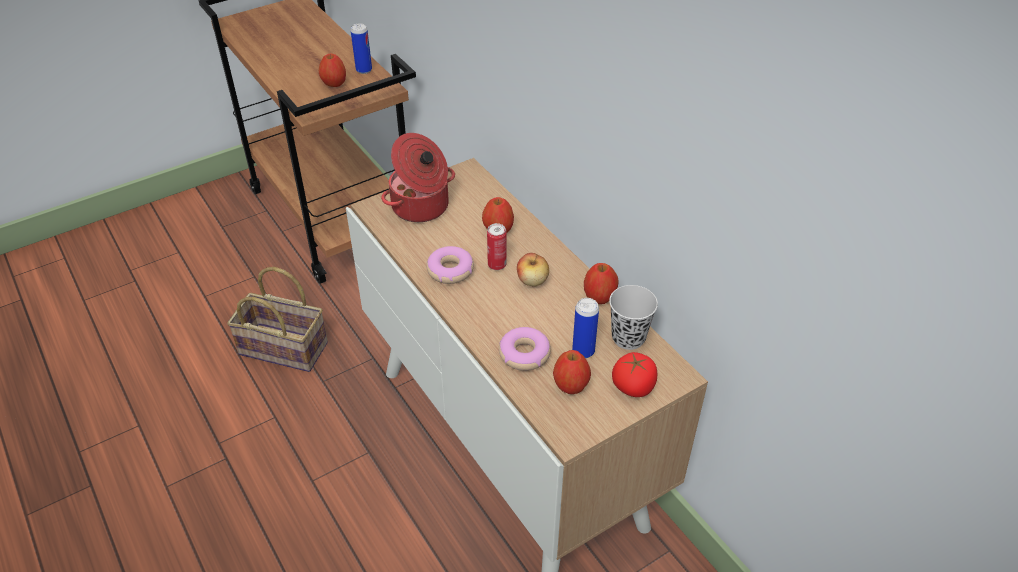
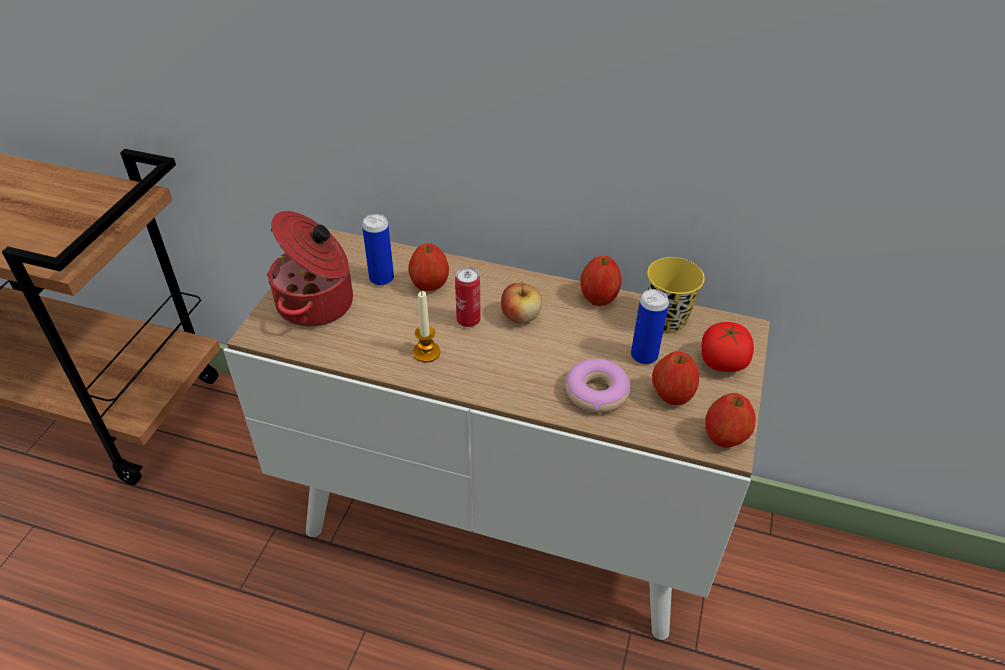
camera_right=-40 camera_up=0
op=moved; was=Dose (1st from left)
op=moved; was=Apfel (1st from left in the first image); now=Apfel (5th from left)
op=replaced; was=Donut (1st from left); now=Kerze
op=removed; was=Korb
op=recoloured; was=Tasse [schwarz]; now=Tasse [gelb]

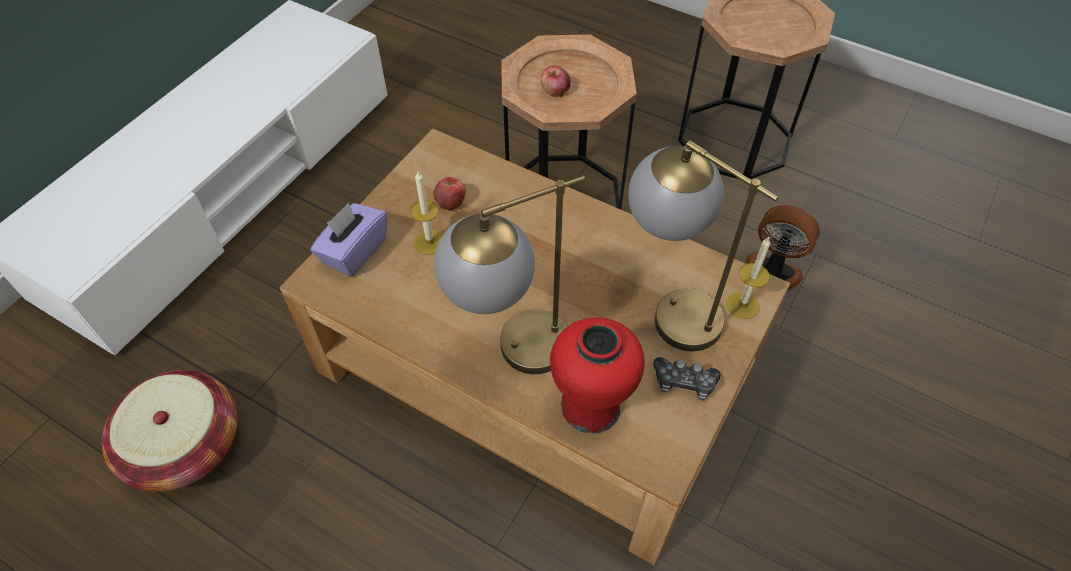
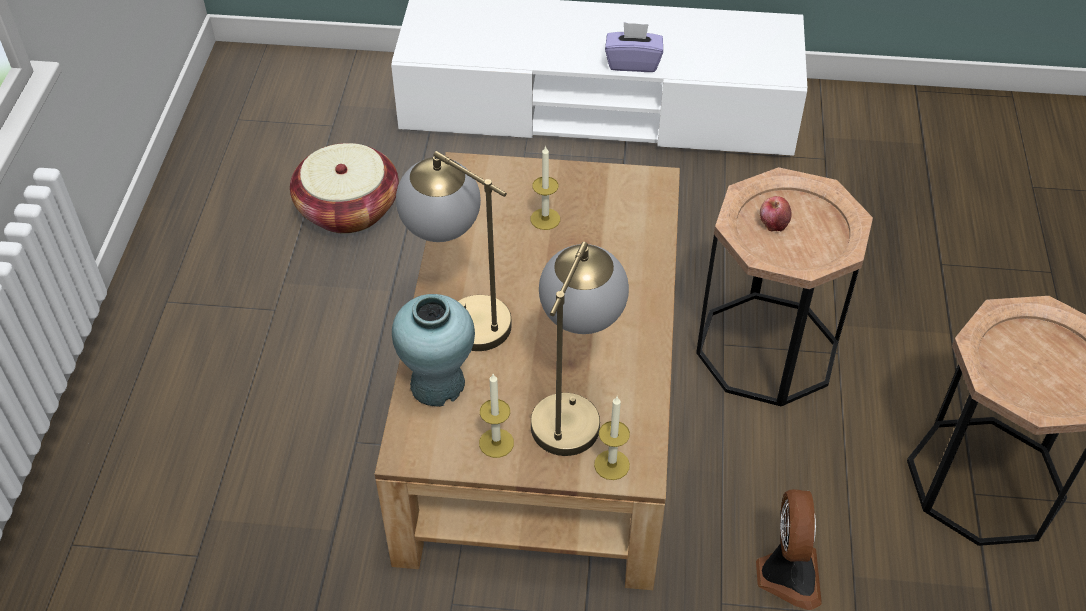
camera_right=65 camera_up=-5
op=removed; was=Apfel (1st from left)
op=moved; was=Taschentuchbox [lila]
op=recoloured; was=Vase [rot]; now=Vase [türkis]
op=replaced; was=Gamepad; now=Kerze (1st from left)

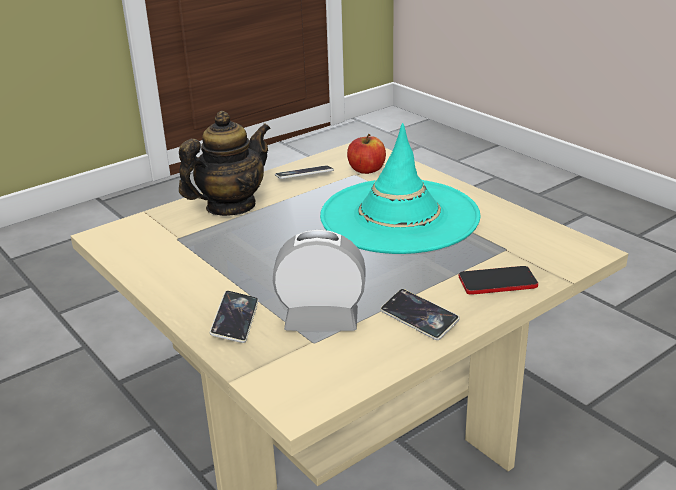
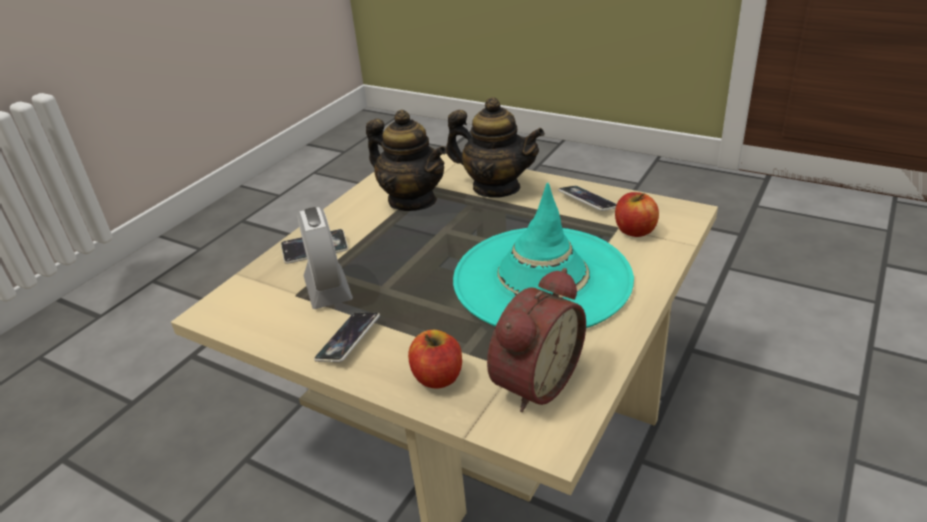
camera_right=70 camera_up=5
op=replaced; was=Handy (4th from left); now=Apfel (1st from left)
op=added; now=Teekanne (1st from left)
op=added; now=Wecker (2nd from left)

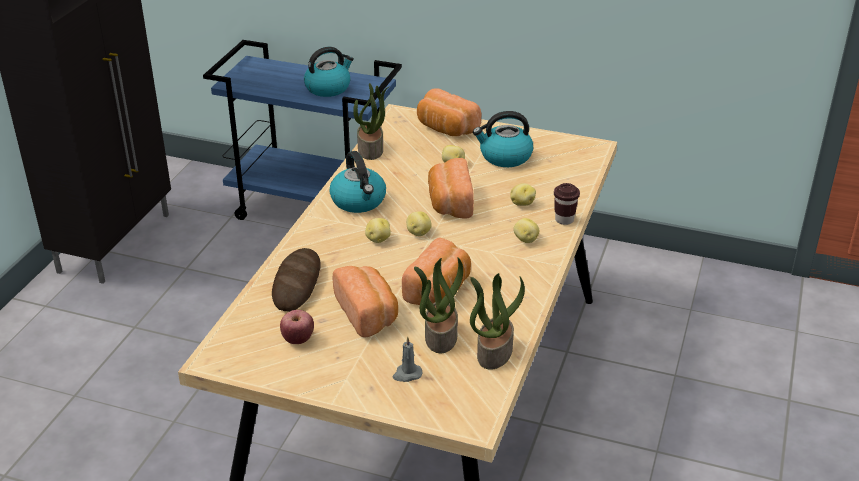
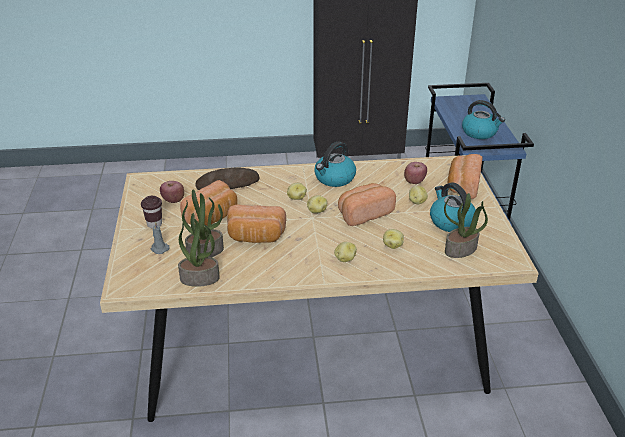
camera_right=65 camera_up=0
op=moved; was=Topfpflanze (1st from left in the first image); now=Topfpflanze (3rd from left)
op=moved; was=Tasse [braun]
op=added; now=Apfel (2nd from left)

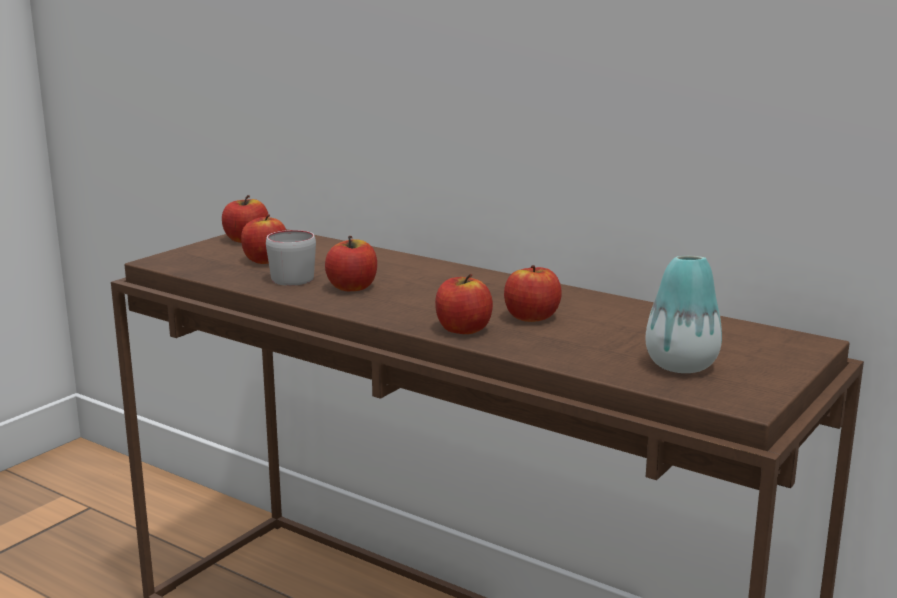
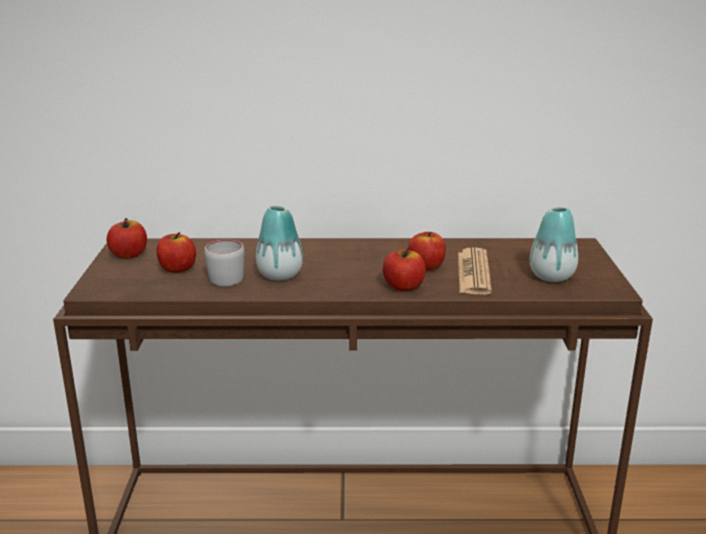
camera_right=-35 camera_up=5
op=replaced; was=Apfel (3rd from left); now=Vase (1st from left)
op=added; now=Zeitung

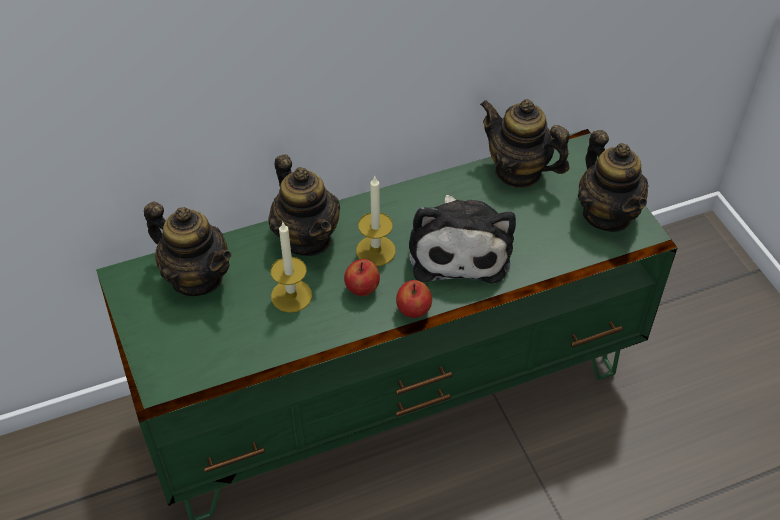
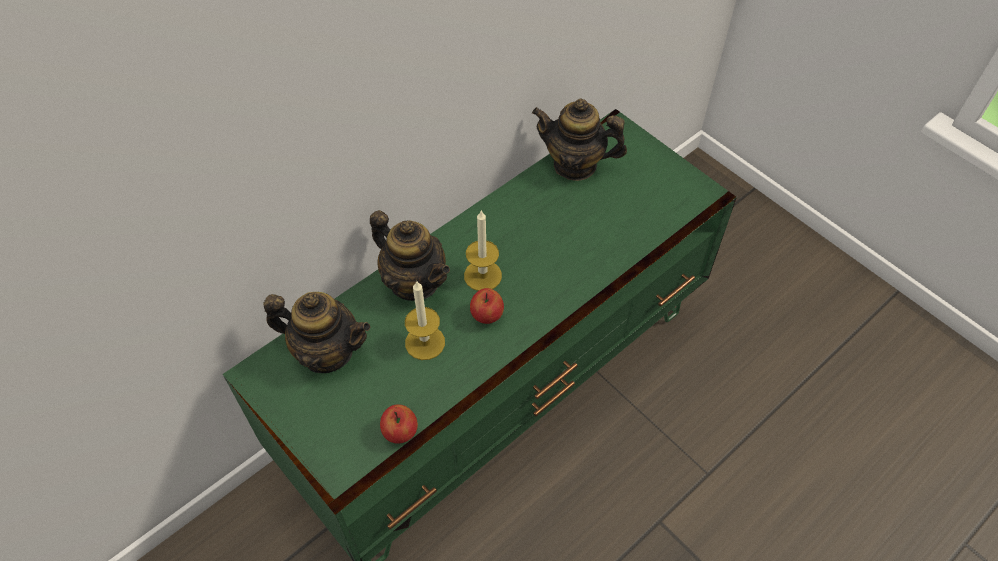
camera_right=-20 camera_up=5
op=removed; was=Teekanne (4th from left)
op=removed; was=Plüschtier
op=moved; was=Apfel (2nd from left in the first image); now=Apfel (1st from left)

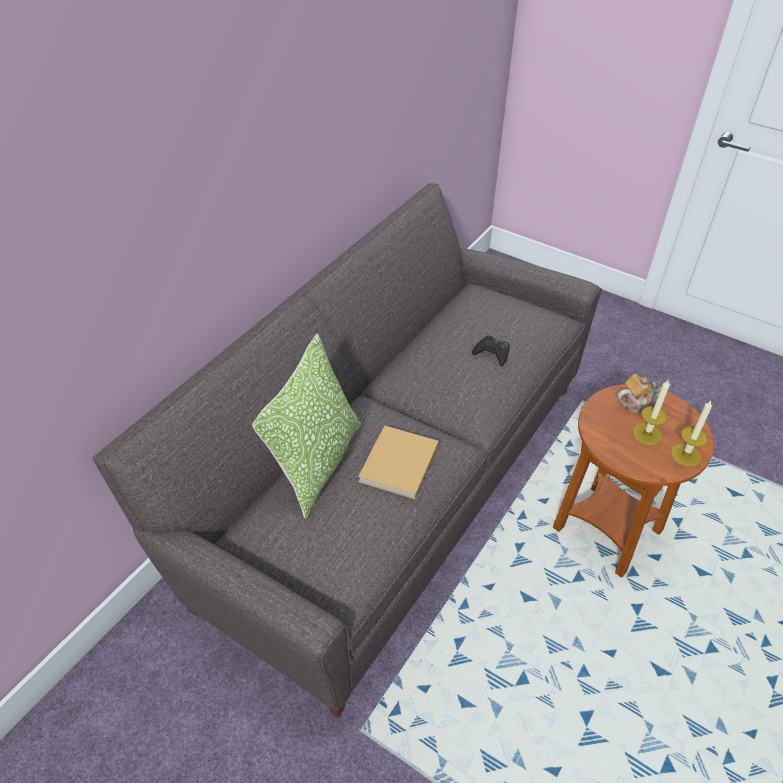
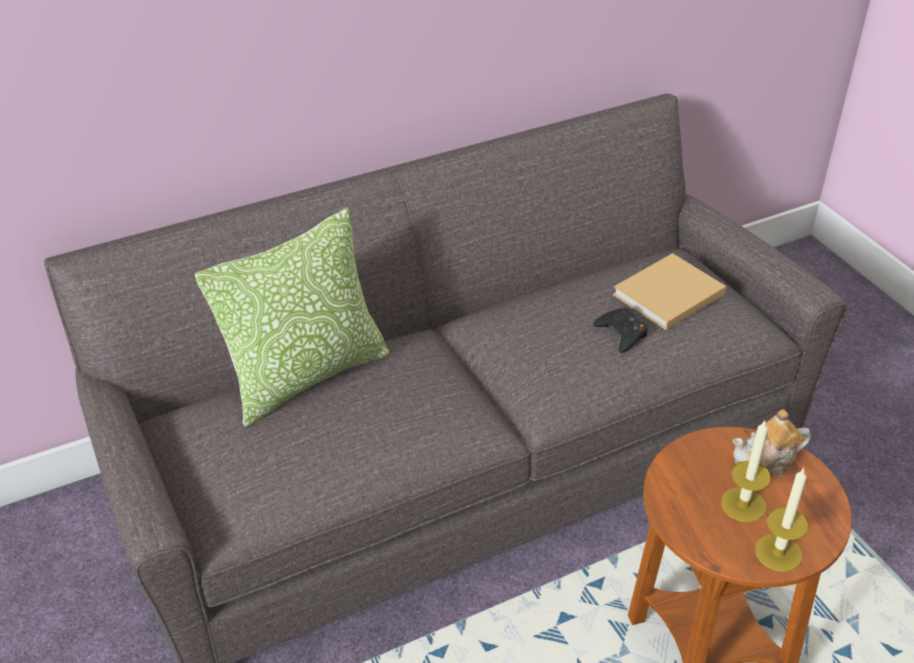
camera_right=30 camera_up=-5
op=turned; was=Teekanne; clockwise=150
op=moved; was=Buch [beige]

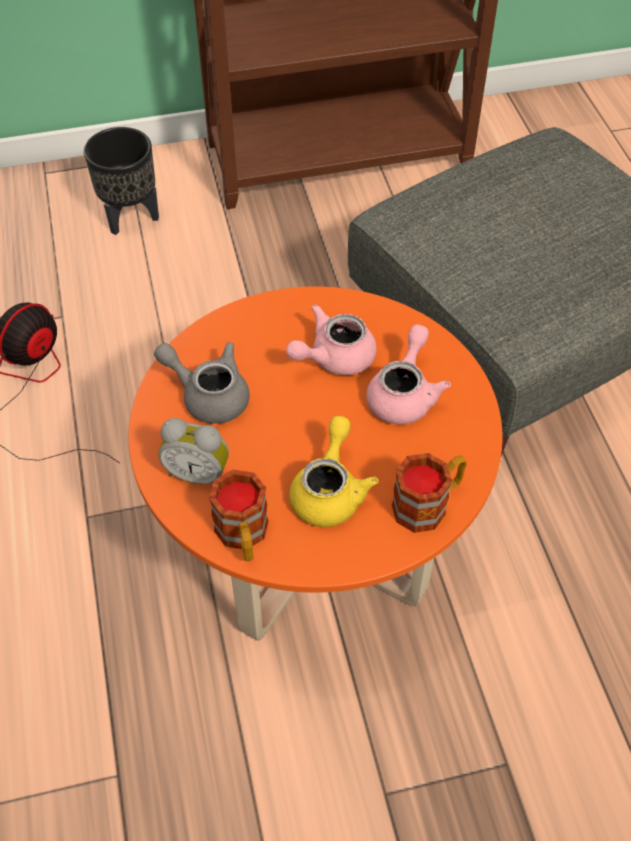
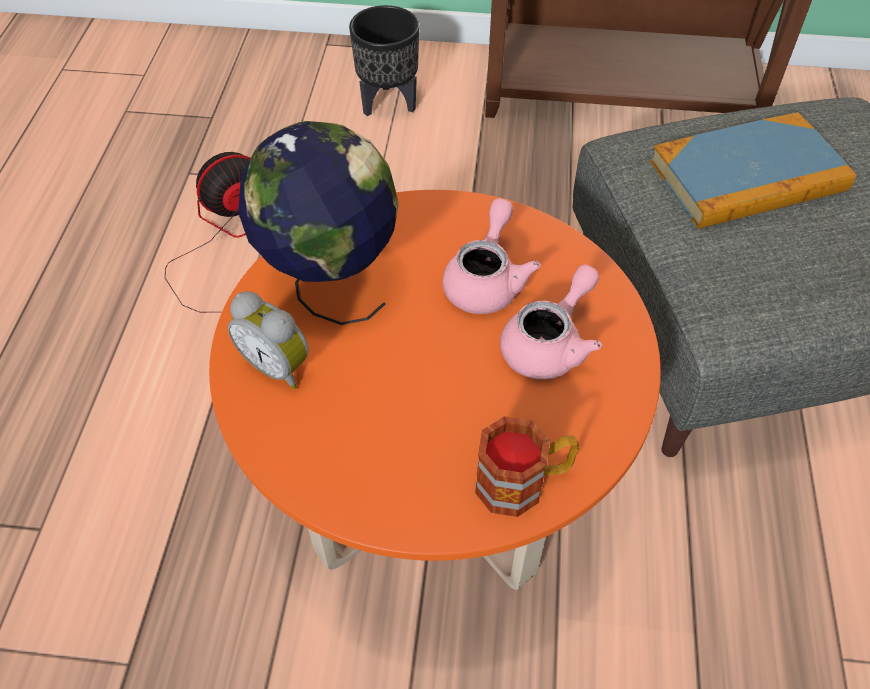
camera_right=20 camera_up=0
op=turned; was=Teekanne [rosa] (1st from left); clockwise=120
op=replaced; was=Teekanne [grau]; now=Globus
op=removed; was=Teekanne [gelb]
op=removed; was=Henkelbecher (1st from left)
op=added; now=Buch

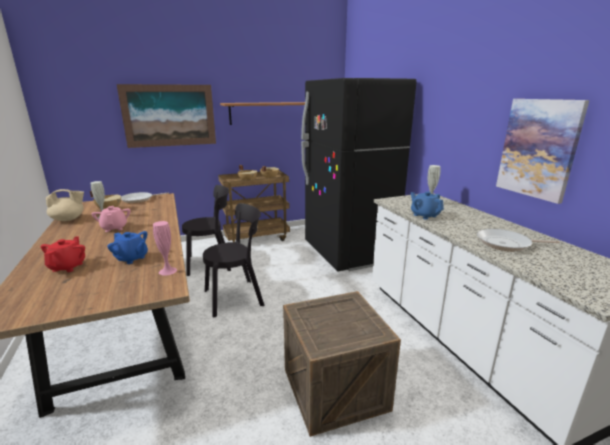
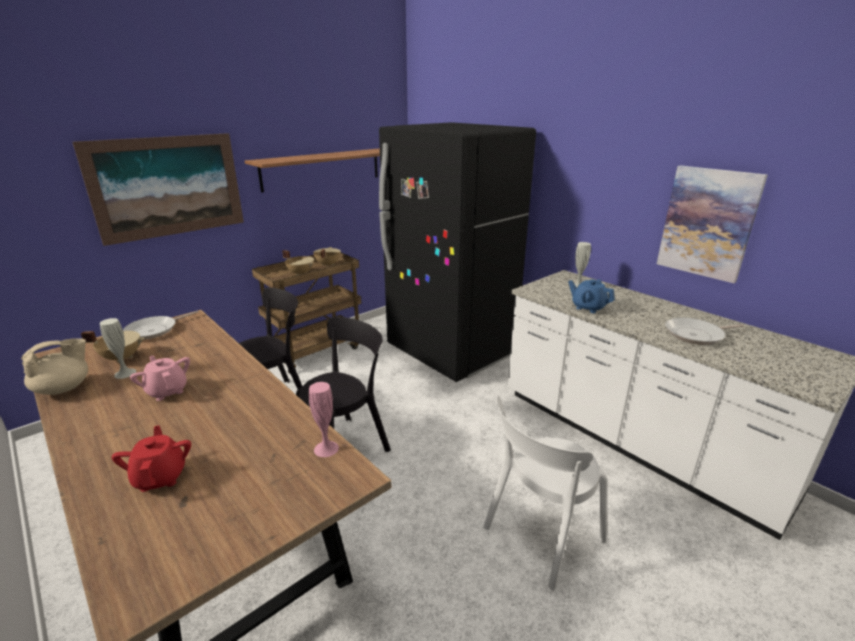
camera_right=-20 camera_up=5
op=removed; was=Teekanne [blau] (1st from left)
op=replaced; was=Kiste; now=Stuhl [weiß]

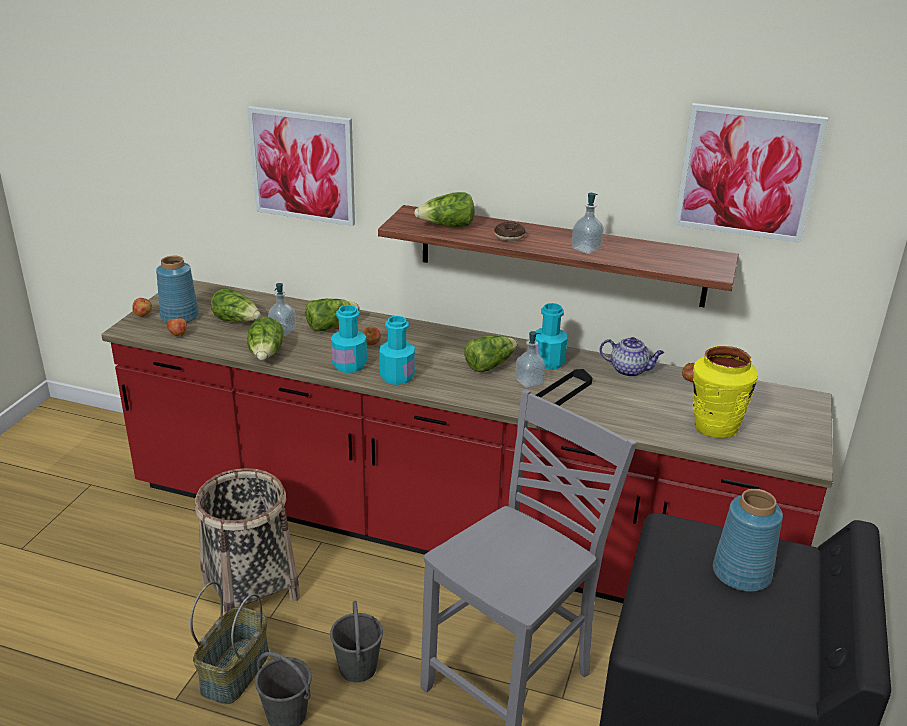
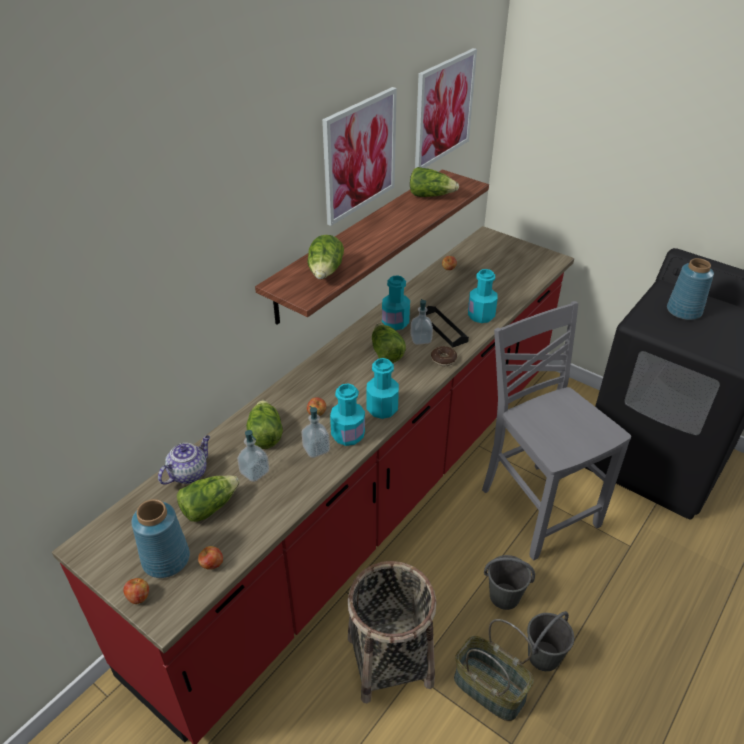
camera_right=-70 camera_up=10
op=moved; was=Bild (1st from left)
op=moved; was=Seifenspender (3rd from left in the first image); now=Seifenspender (2nd from left)
op=moved; was=Donut
op=moved; was=Salatkopf (2nd from left in the first image); now=Salatkopf (5th from left)
op=moved; was=Teekanne
op=removed; was=Vase [gelb]
op=added; now=Flasche [türkis] (4th from left)

